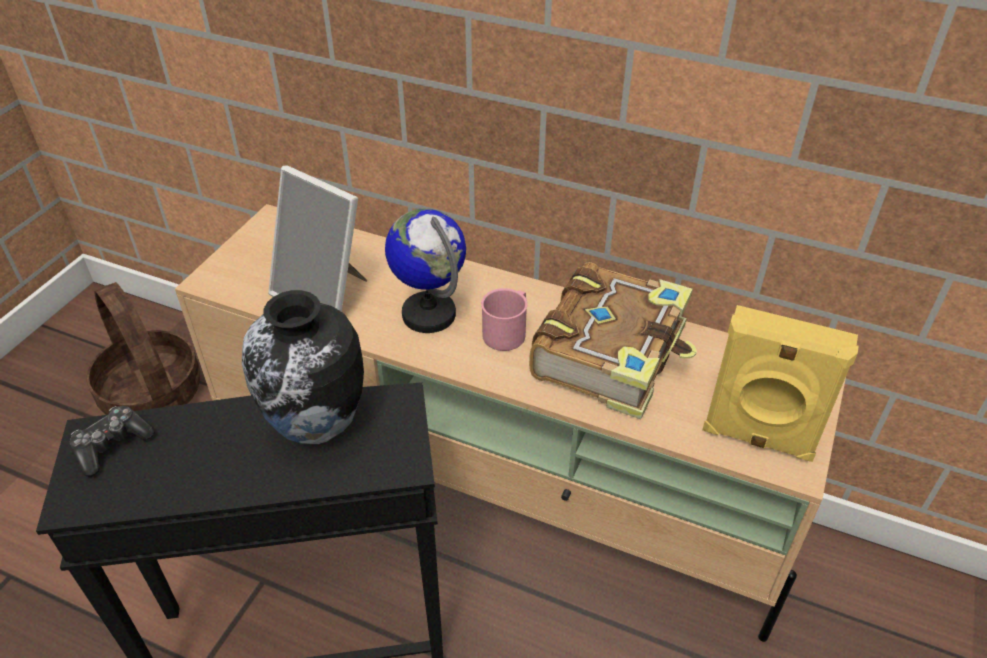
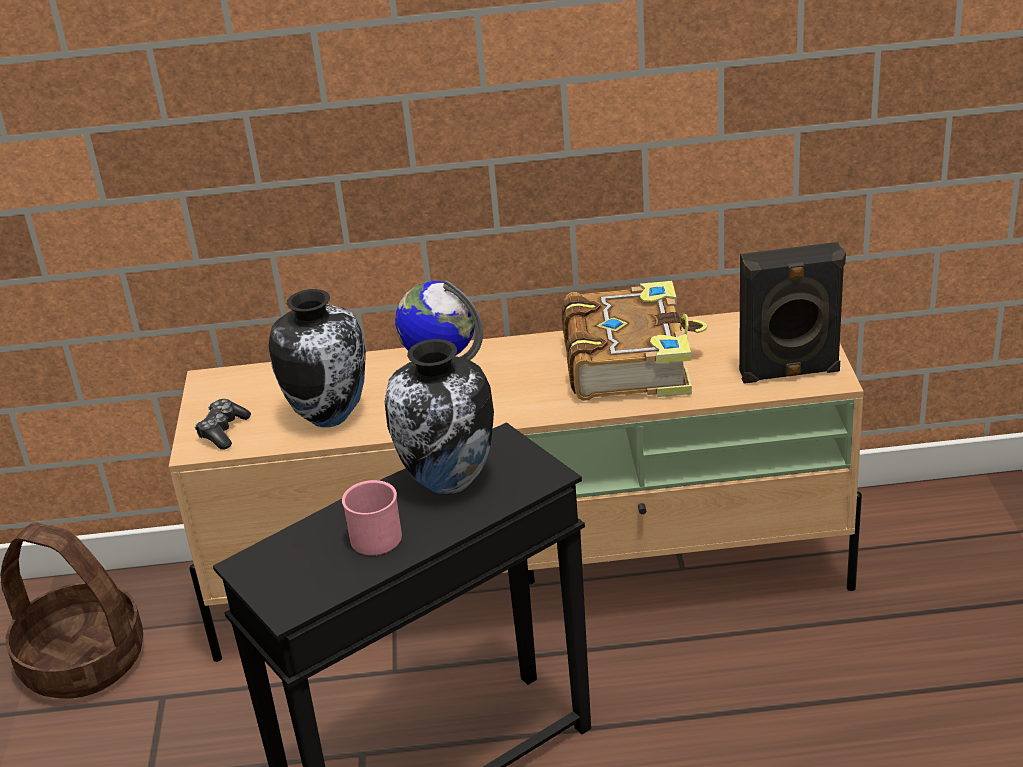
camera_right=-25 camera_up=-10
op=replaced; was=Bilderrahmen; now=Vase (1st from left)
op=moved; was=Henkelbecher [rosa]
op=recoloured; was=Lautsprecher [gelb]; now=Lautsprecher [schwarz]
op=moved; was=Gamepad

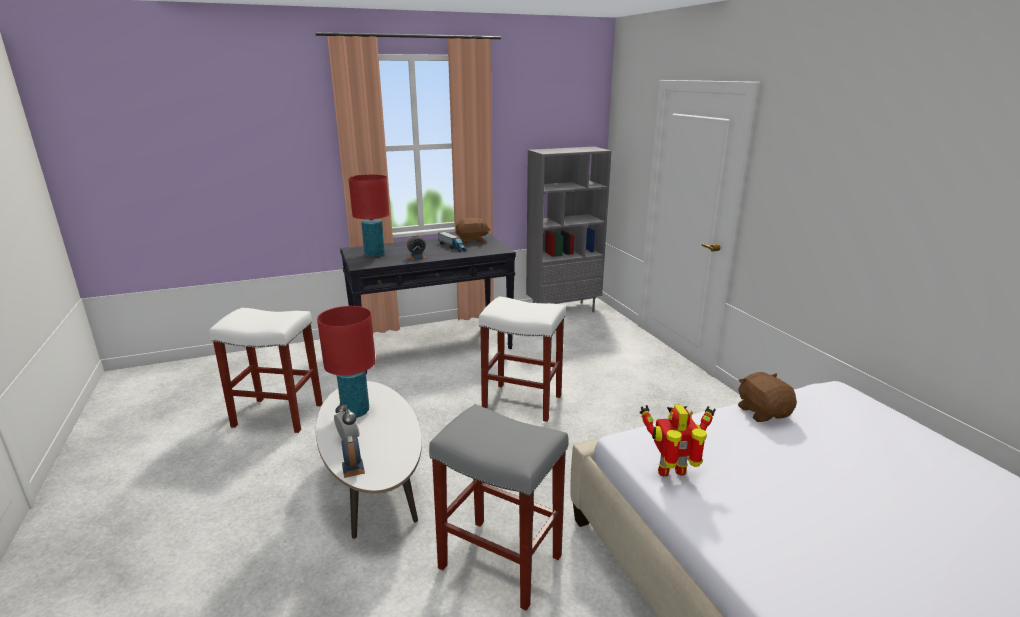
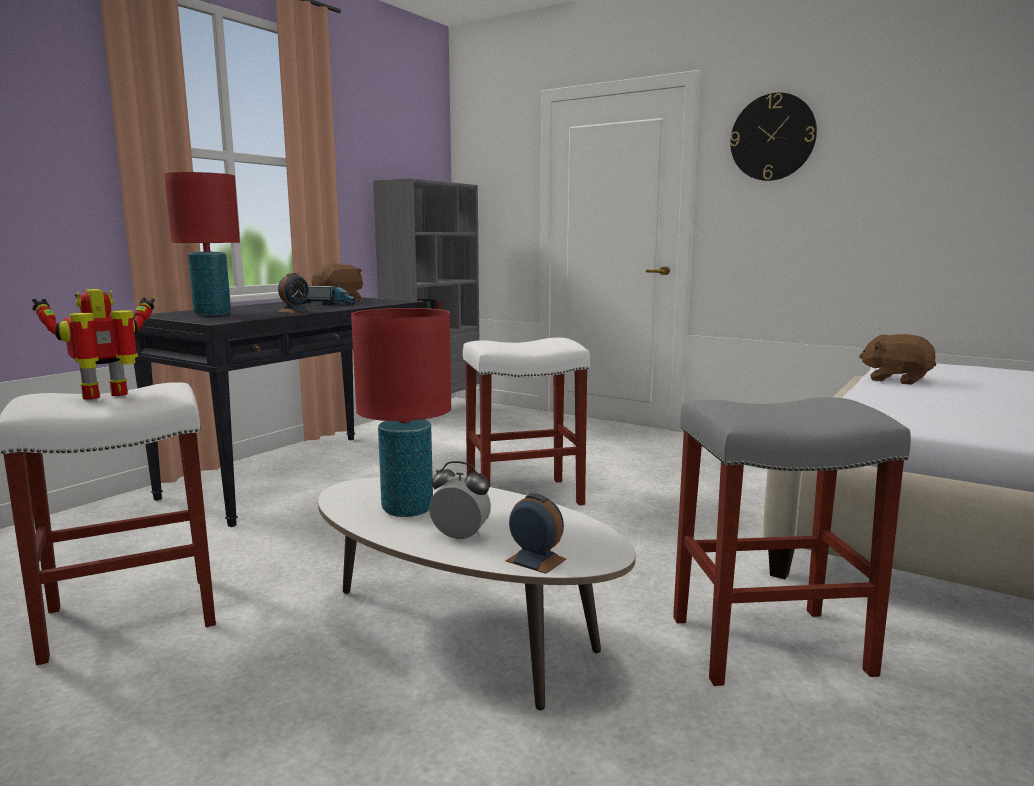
camera_right=-35 camera_up=-10
op=moved; was=Spielzeugroboter
op=added; now=Wanduhr

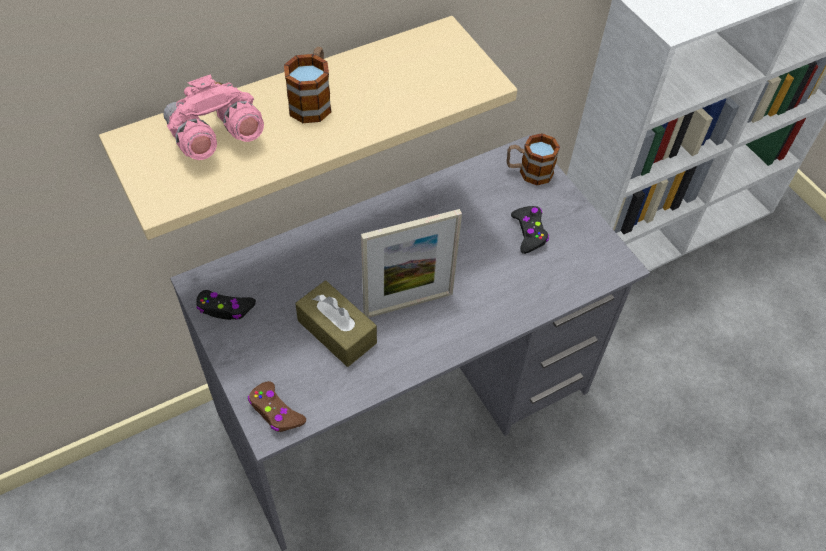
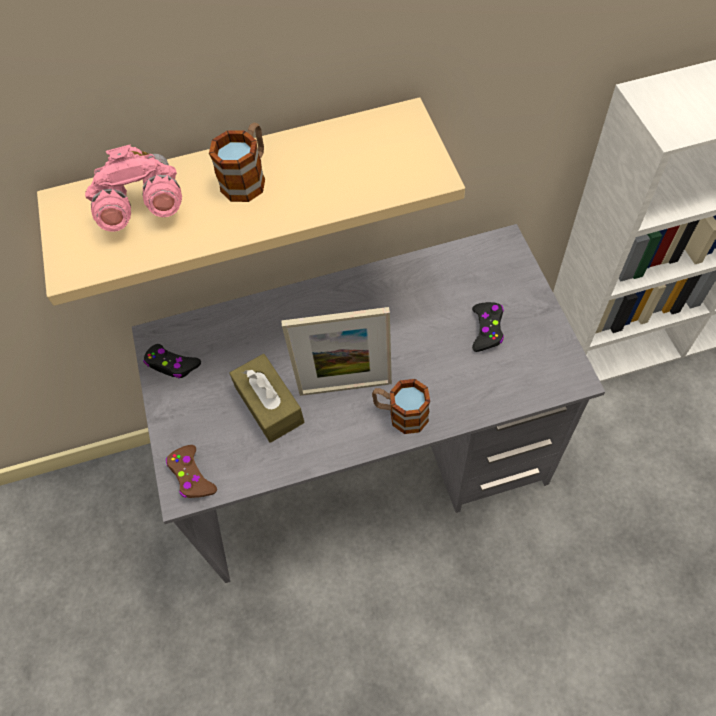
camera_right=20 camera_up=5
op=moved; was=Henkelbecher (2nd from left)

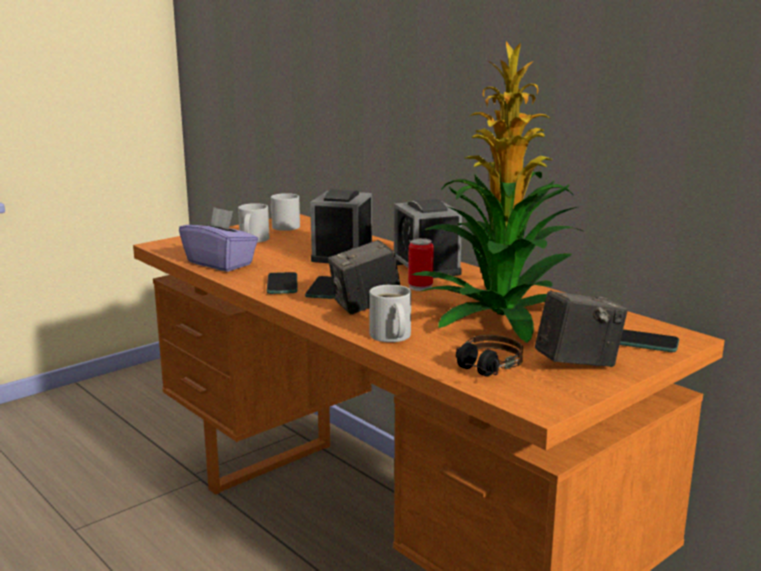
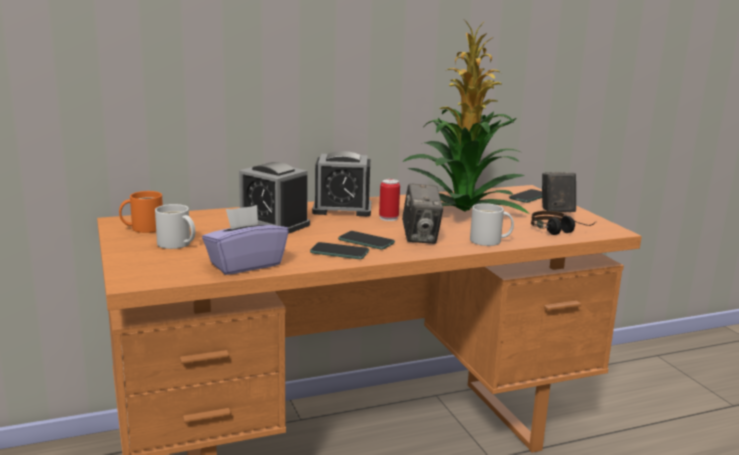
camera_right=-70 camera_up=0
op=recoloured; was=Henkelbecher [weiß] (2nd from left); now=Henkelbecher [orange]

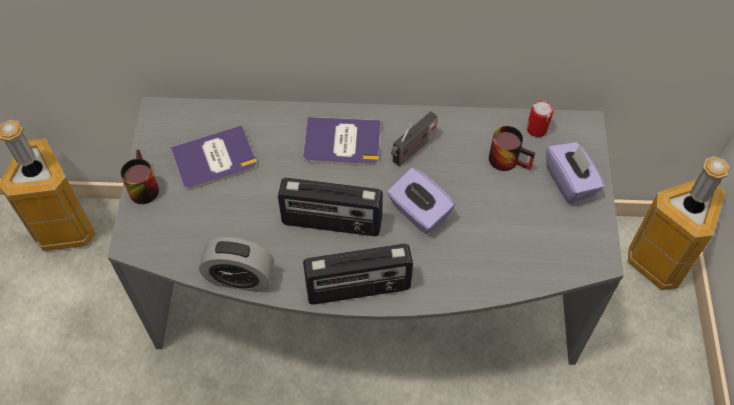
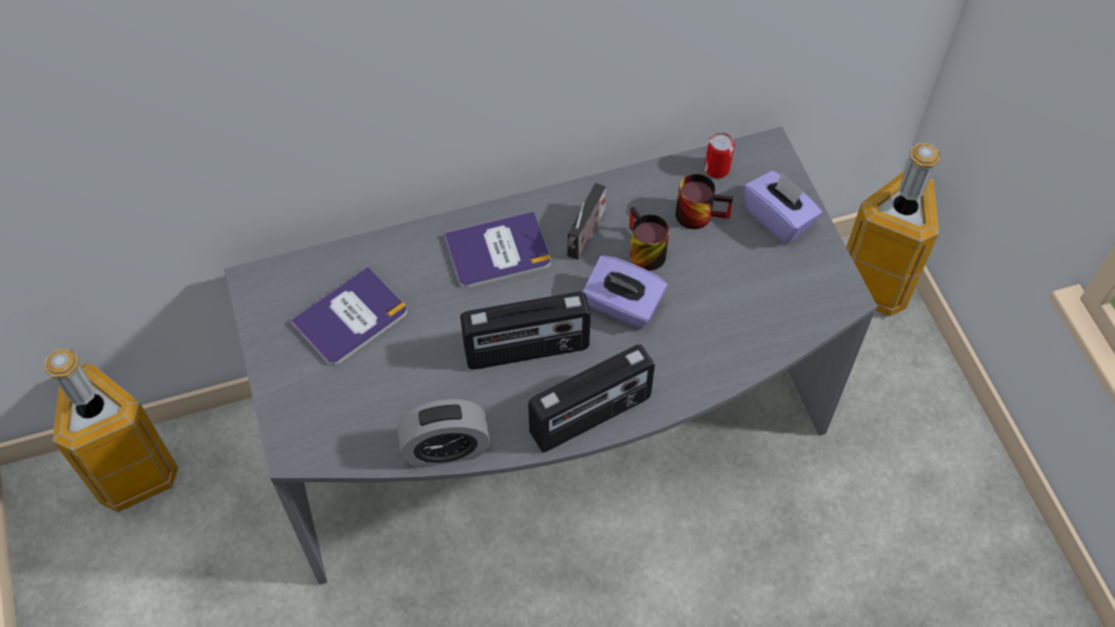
camera_right=-20 camera_up=0
op=moved; was=Henkelbecher (1st from left)

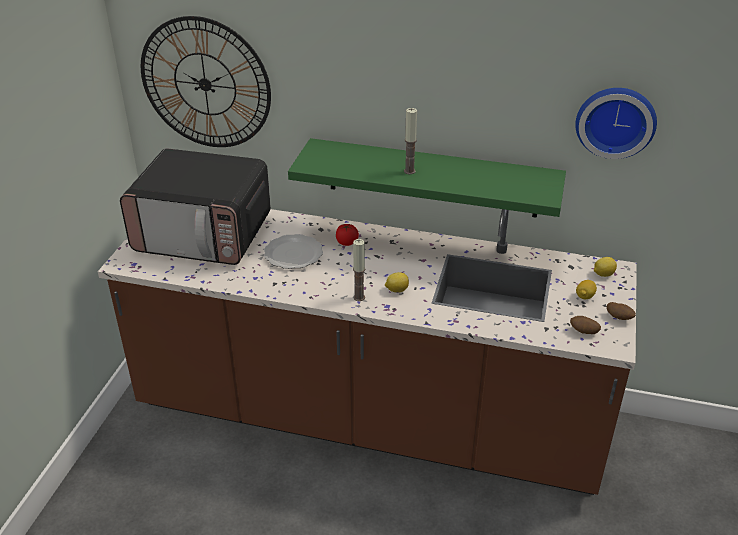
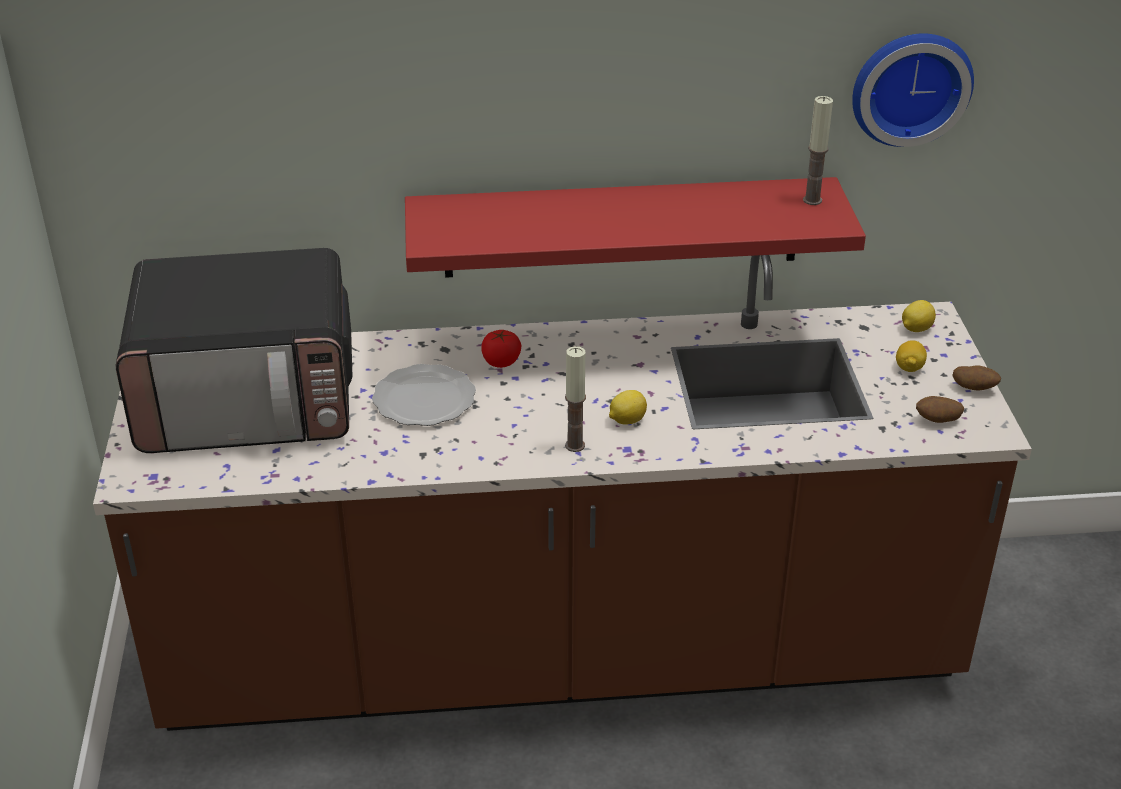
camera_right=-20 camera_up=0
op=removed; was=Wanduhr (1st from left)
op=moved; was=Kerze (2nd from left)
op=recoloured; was=Wandregal [grün]; now=Wandregal [rot]

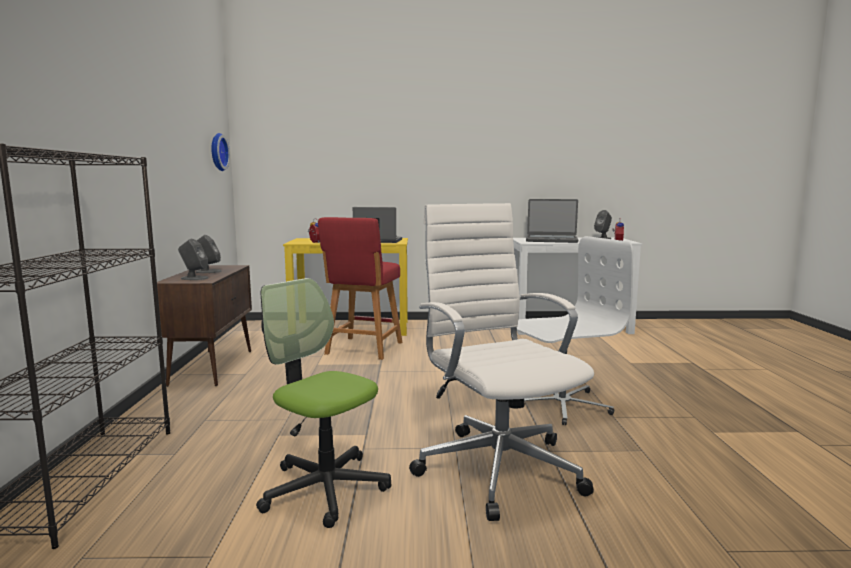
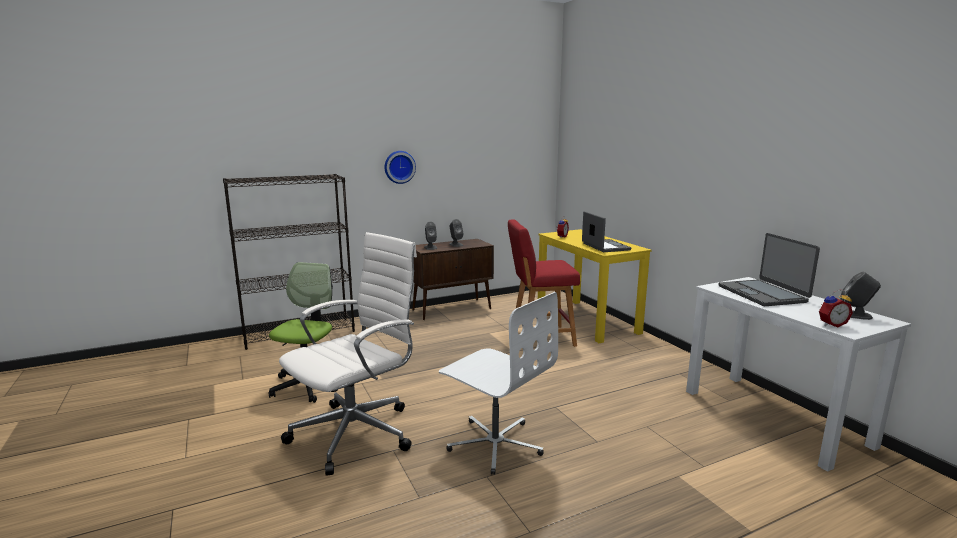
camera_right=65 camera_up=5
op=moved; was=Wanduhr

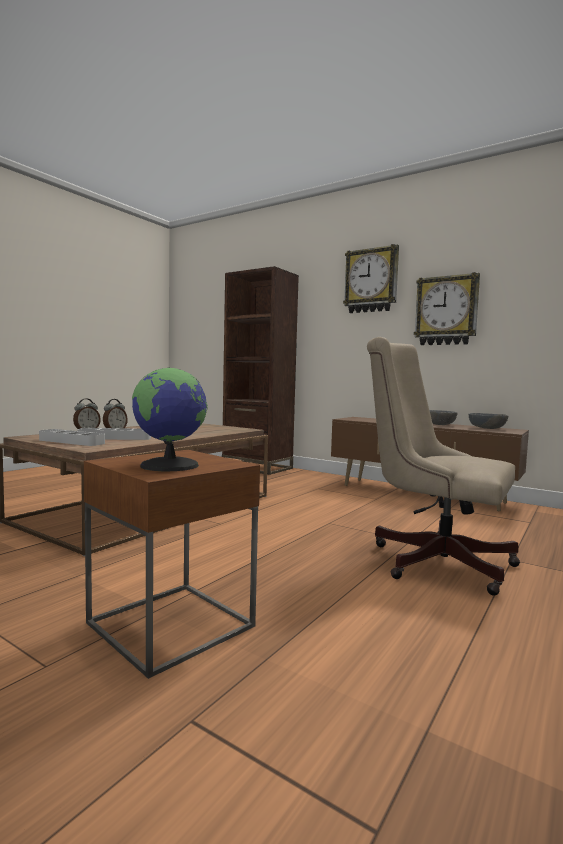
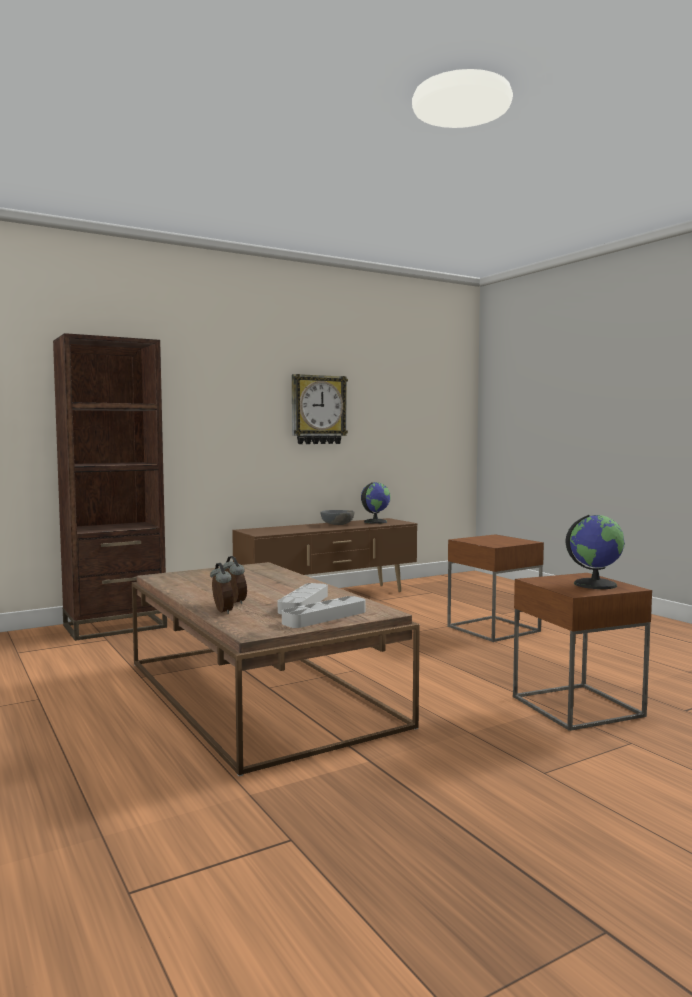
camera_right=-65 camera_up=0
op=removed; was=Wanduhr (1st from left)
op=replaced; was=Bürostuhl [beige]; now=Beistelltisch [braun] (1st from left)
op=replaced; was=Schüssel [grau] (2nd from left); now=Globus (1st from left)

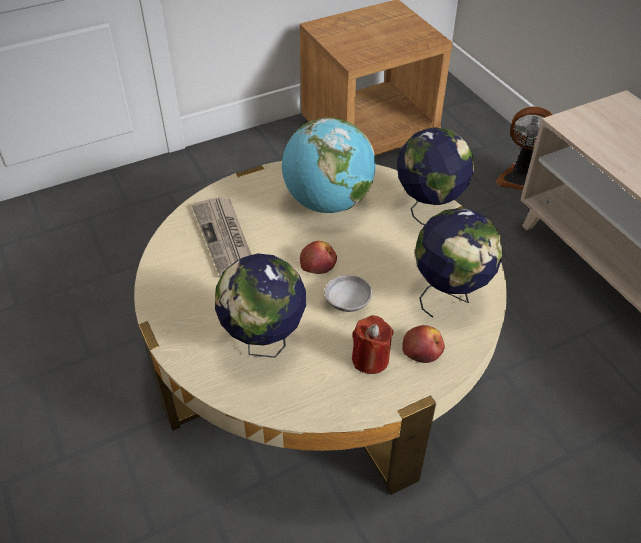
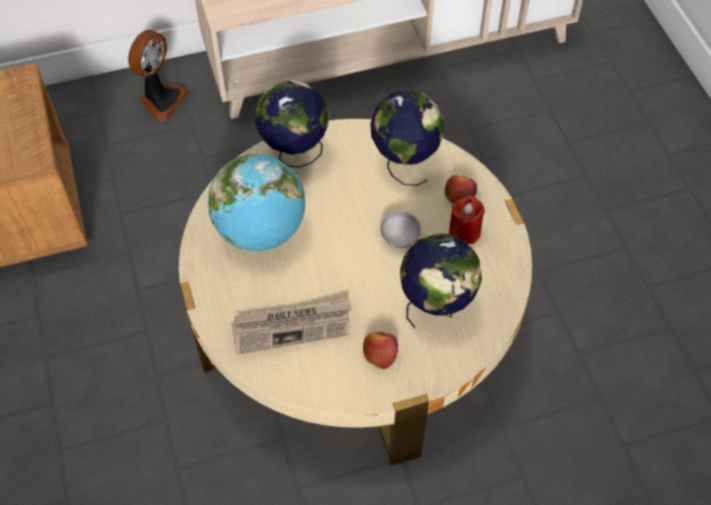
camera_right=-80 camera_up=10
op=moved; was=Apfel (1st from left)

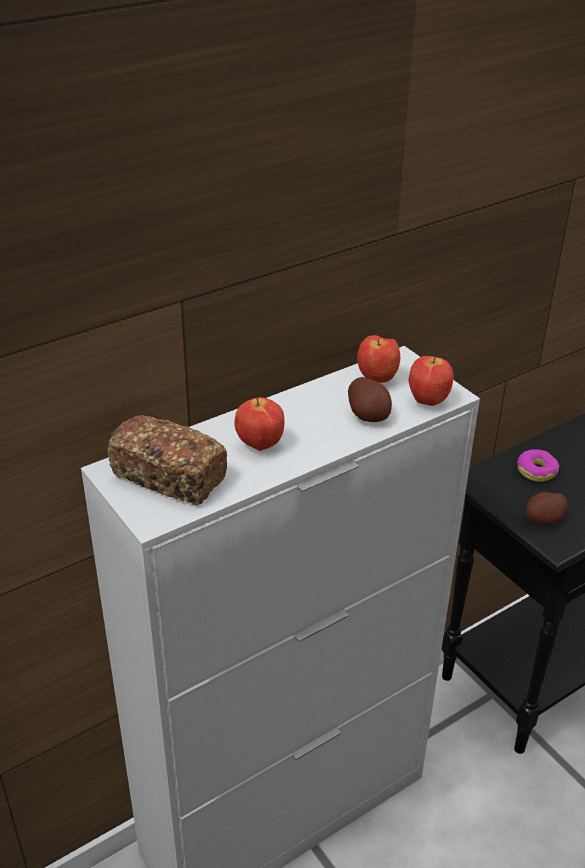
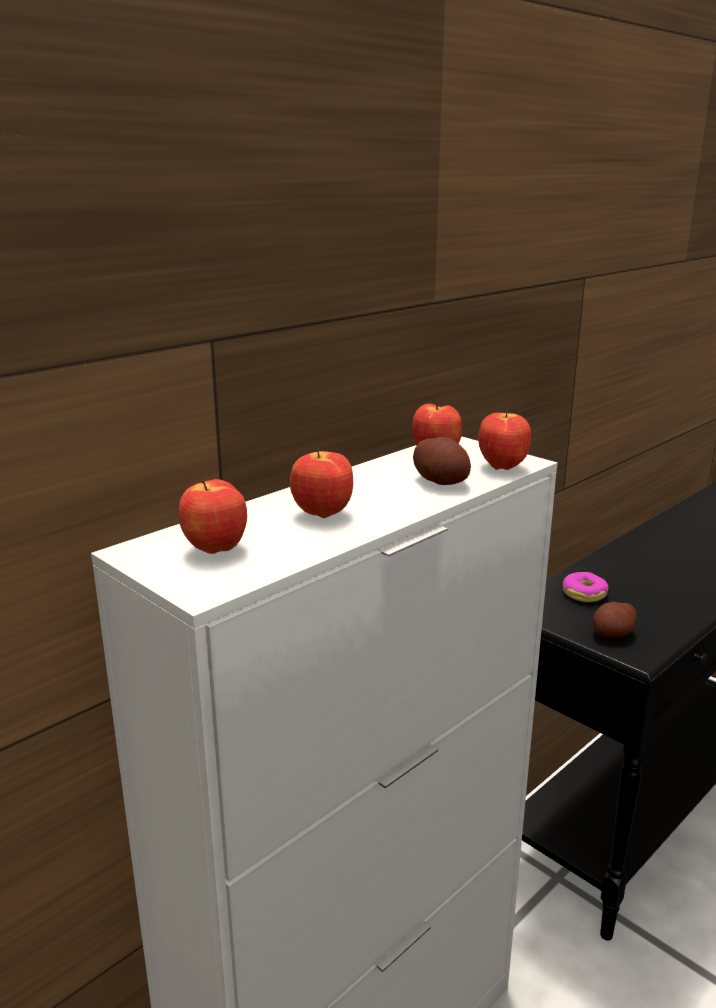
camera_right=-10 camera_up=-15
op=replaced; was=Brot; now=Apfel (1st from left)

